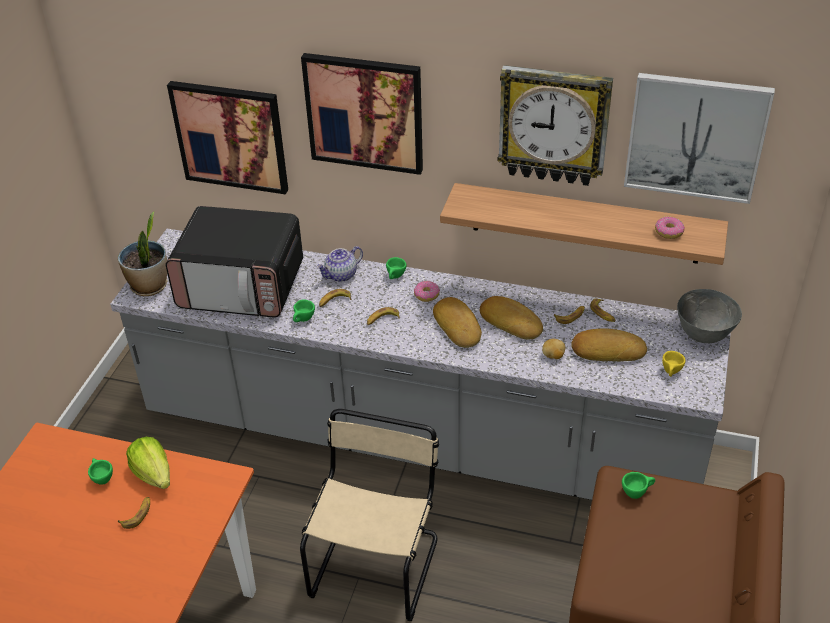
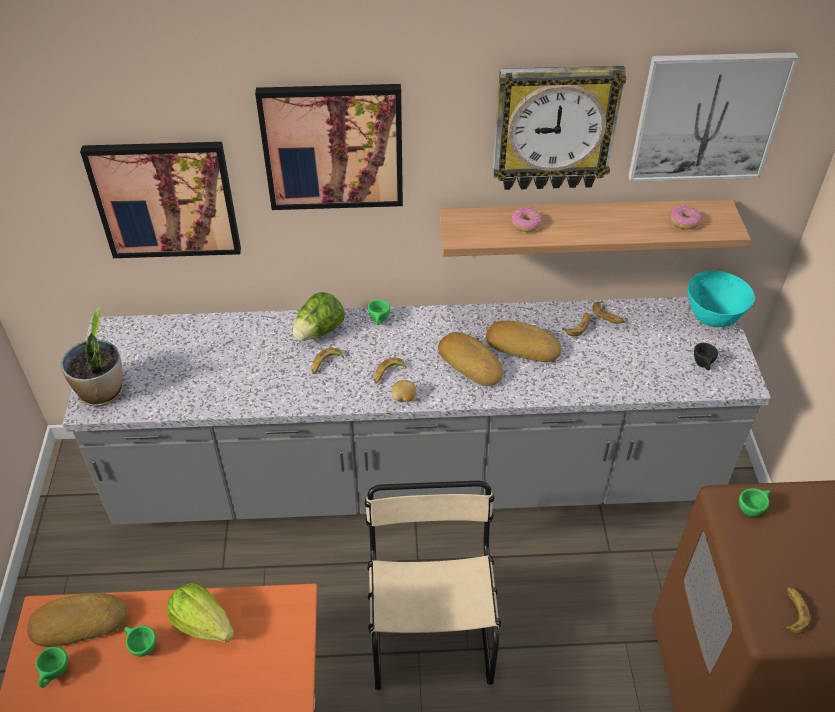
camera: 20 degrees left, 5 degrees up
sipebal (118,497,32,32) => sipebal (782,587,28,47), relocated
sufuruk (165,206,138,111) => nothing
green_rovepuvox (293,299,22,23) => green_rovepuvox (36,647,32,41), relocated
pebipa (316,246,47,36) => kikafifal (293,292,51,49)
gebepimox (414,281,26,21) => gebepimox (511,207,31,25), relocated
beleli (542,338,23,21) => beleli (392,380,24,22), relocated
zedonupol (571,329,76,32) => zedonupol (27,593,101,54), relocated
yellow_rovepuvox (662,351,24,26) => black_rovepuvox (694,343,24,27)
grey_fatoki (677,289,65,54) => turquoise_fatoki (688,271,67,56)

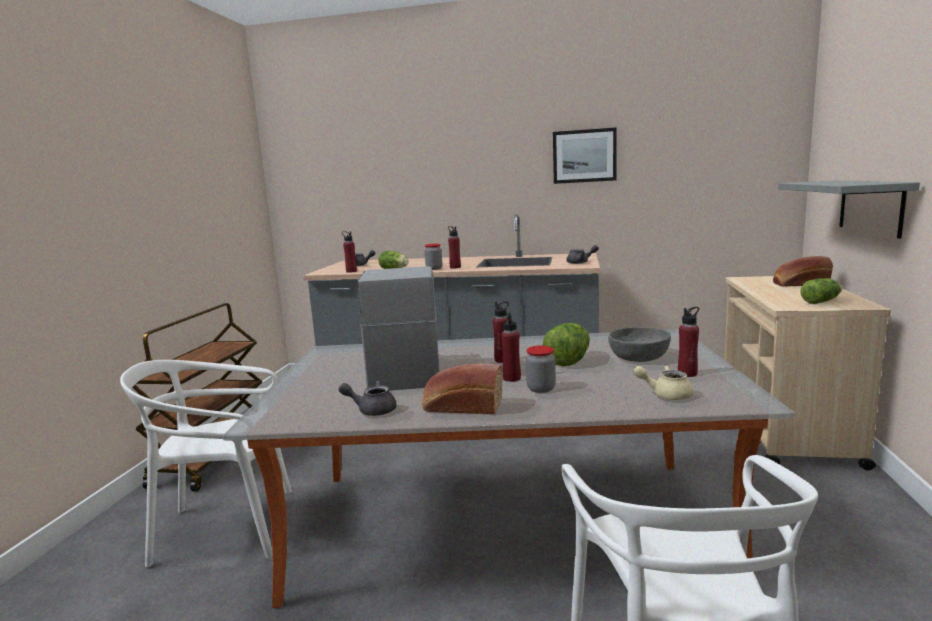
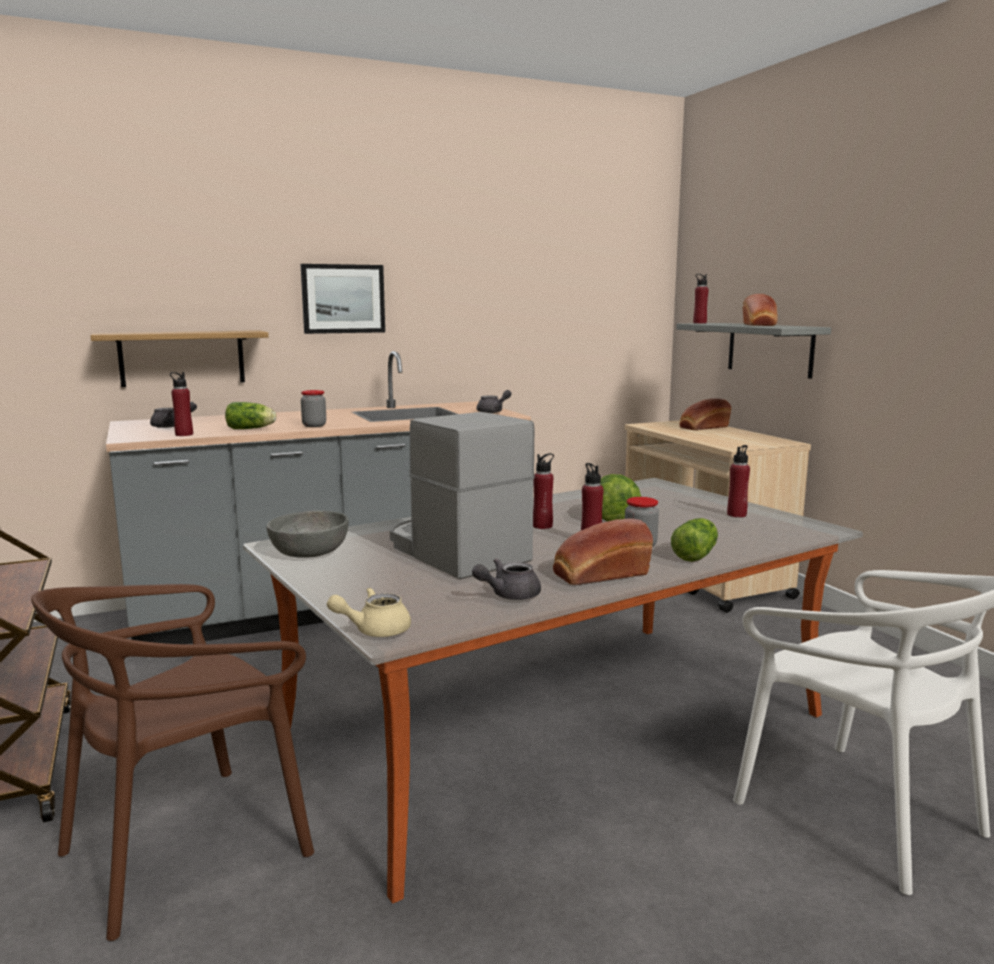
camera: 35 degrees left, 0 degrees up
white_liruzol (120,360,172,207) => brown_liruzol (31,584,283,357)
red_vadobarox (448,226,13,42) => red_vadobarox (693,274,16,50), relocated
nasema (553,127,64,57) => nasema (301,264,84,70), relocated
grey_fatoki (608,327,63,35) => grey_fatoki (266,510,82,48), relocated
beige_pebipa (633,365,60,35) => beige_pebipa (327,588,84,49), relocated
kikafifal (801,278,41,26) => kikafifal (671,518,47,44), relocated
nothing => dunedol (91,330,178,57)
nothing => zedonupol (742,294,36,32)

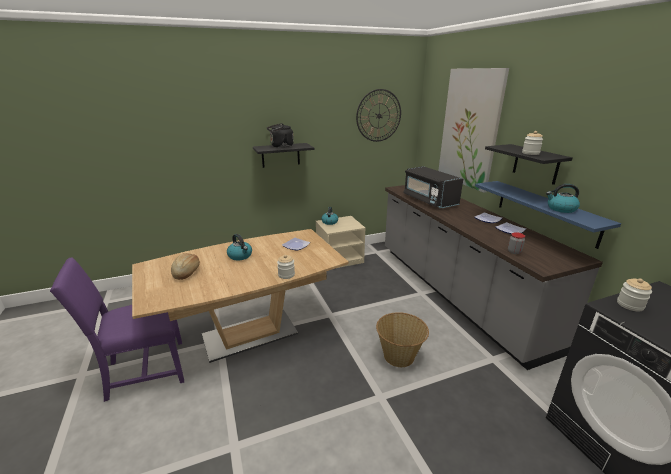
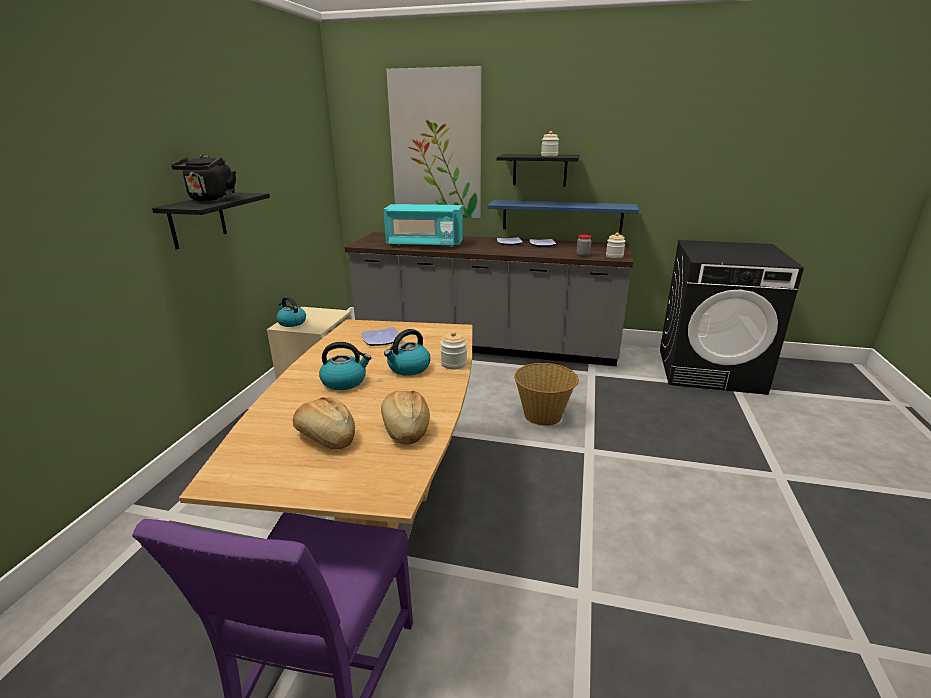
camera: 55 degrees left, 0 degrees up
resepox (356,89,45,53) => nothing
black_sufuruk (403,166,60,42) => turquoise_sufuruk (383,204,80,43)
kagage (546,184,34,29) => kagage (384,329,47,47), relocated
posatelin (617,279,35,32) => posatelin (606,233,19,25), relocated
nothing => zedonupol (381,391,49,54)

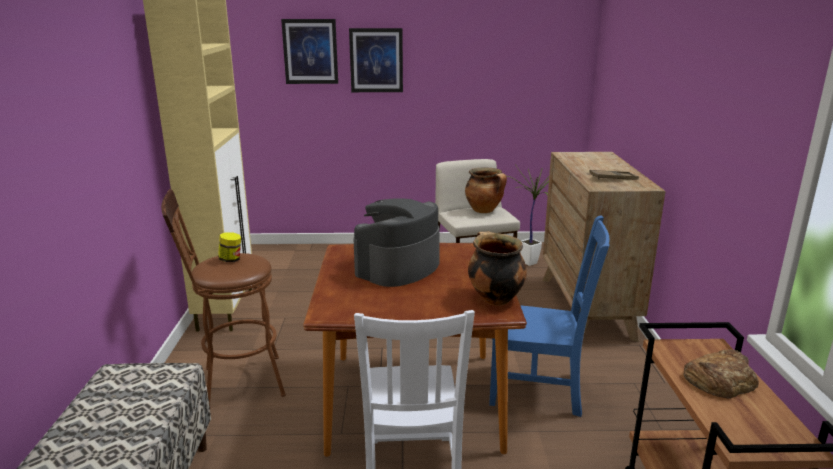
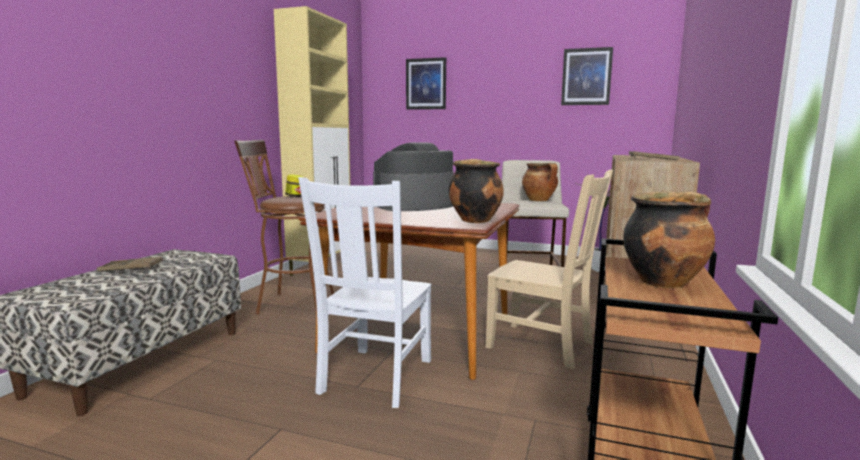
camera: 20 degrees right, 10 degrees down
nasema (349,28,54,64) => nasema (561,47,52,58), relocated
blue_liruzol (489,215,121,202) => beige_liruzol (486,170,127,199)
zedonupol (683,350,76,49) => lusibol (623,192,92,96)
nothing => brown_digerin (97,257,66,14)

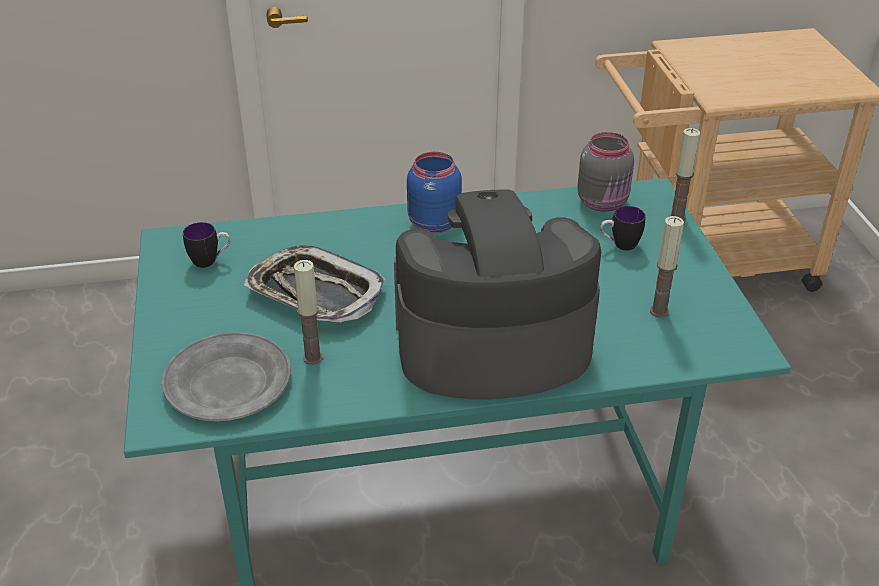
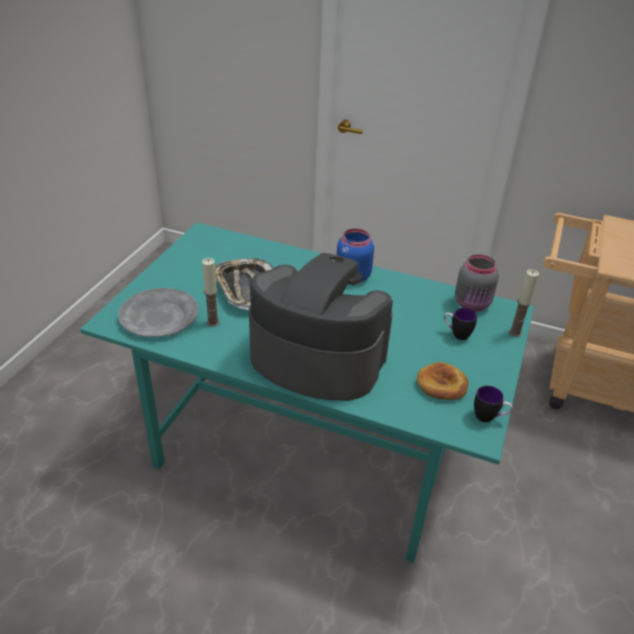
camera: 30 degrees right, 0 degrees up
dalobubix (183,222,48,46) => dalobubix (474,386,39,36), relocated
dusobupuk (650,216,34,102) => zedonupol (417,362,52,38)

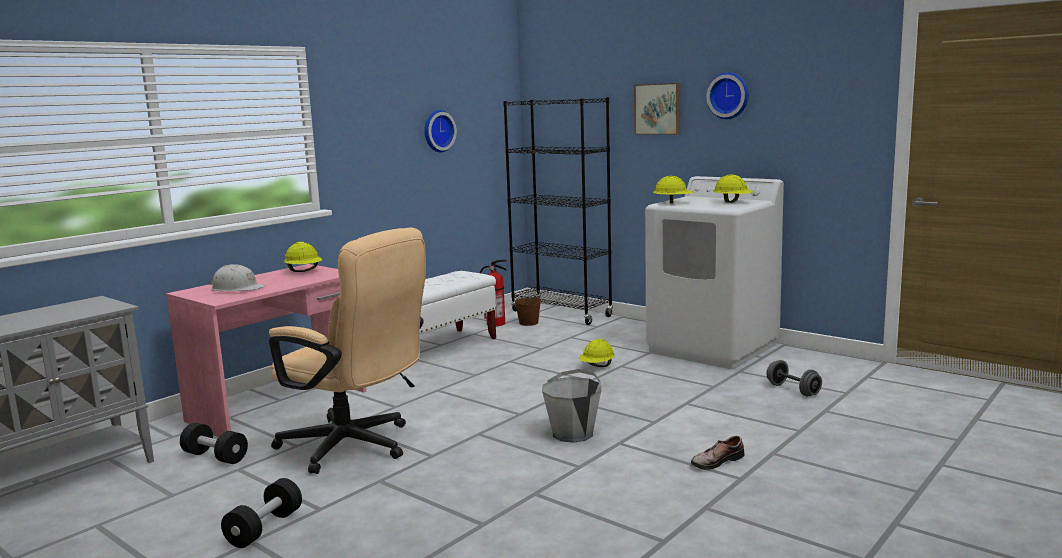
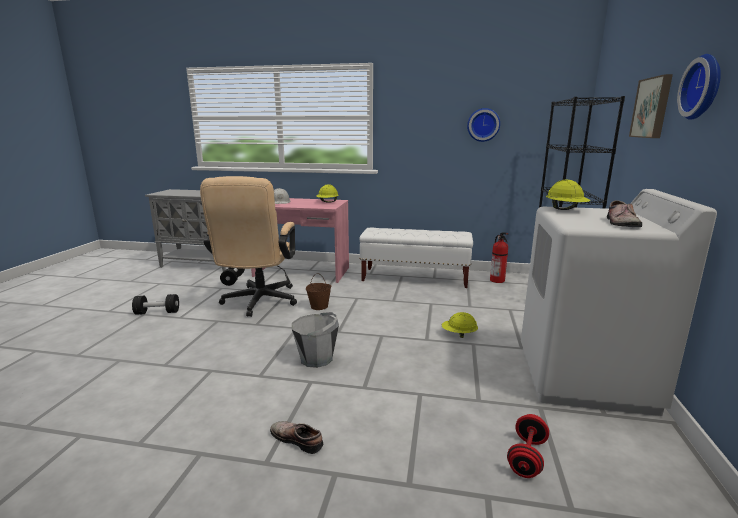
camera: 60 degrees right, 5 degrees up
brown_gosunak (515,285,26,41) => brown_gosunak (306,273,26,37), relocated
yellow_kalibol (713,175,41,28) => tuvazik (607,200,35,27)
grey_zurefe (766,360,56,36) => red_zurefe (507,414,42,64)

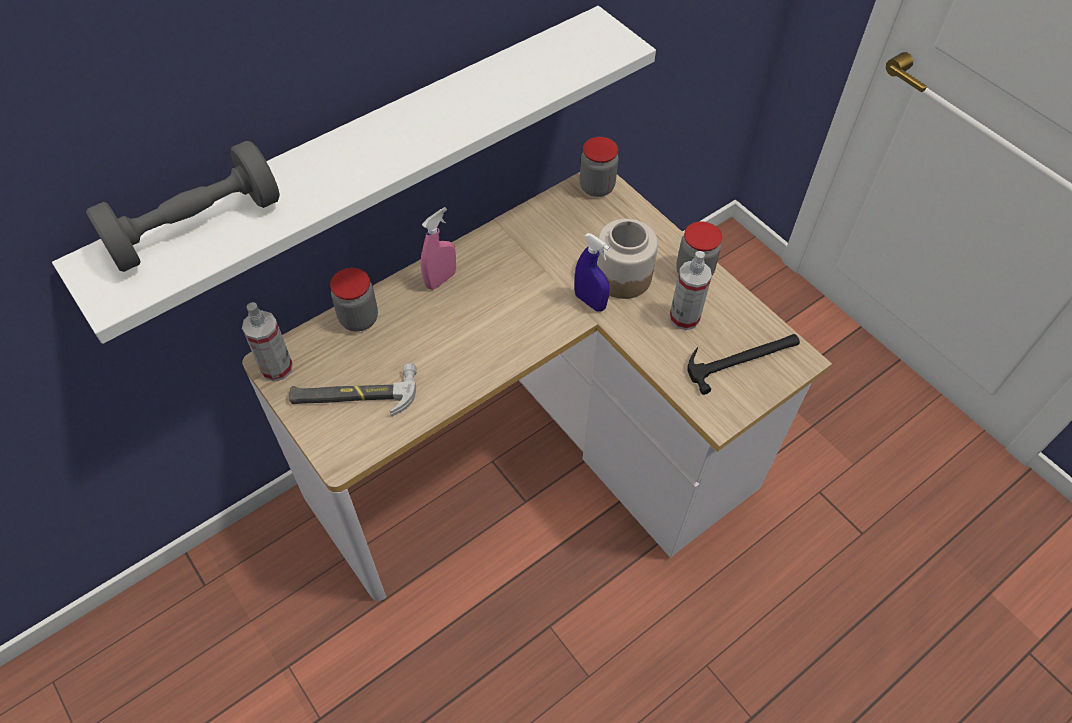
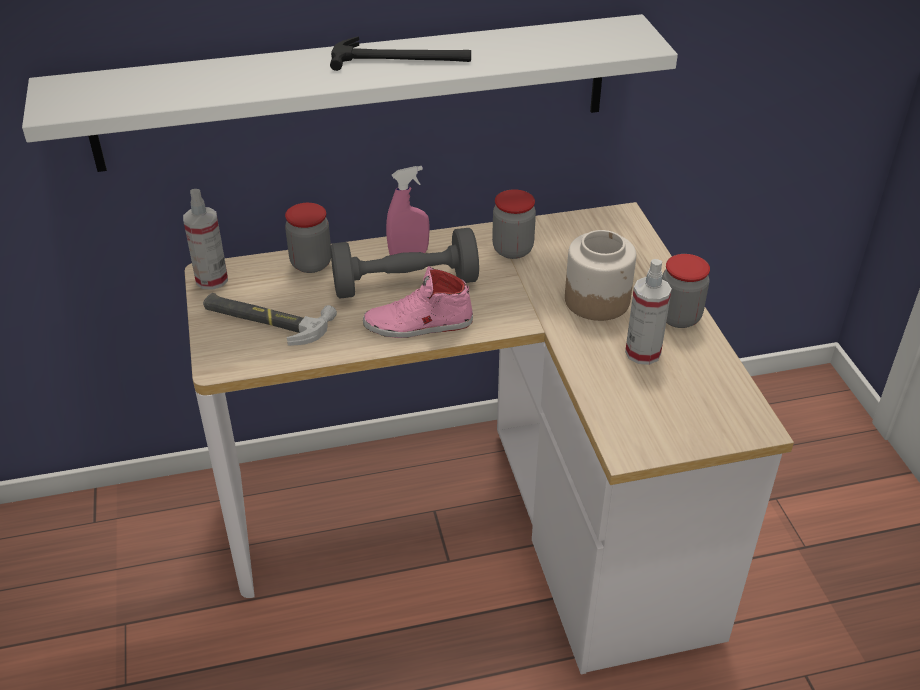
camera: 25 degrees right, 15 degrees down
grey_zurefe (86,141,194,131) => grey_zurefe (330,228,149,71), relocated
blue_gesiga (574,233,36,79) => nothing
posatelin (580,137,39,60) => posatelin (492,189,44,70), relocated
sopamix (687,334,113,61) => sopamix (330,36,141,35), relocated
nothing => pink_tuvazik (363,266,110,72)

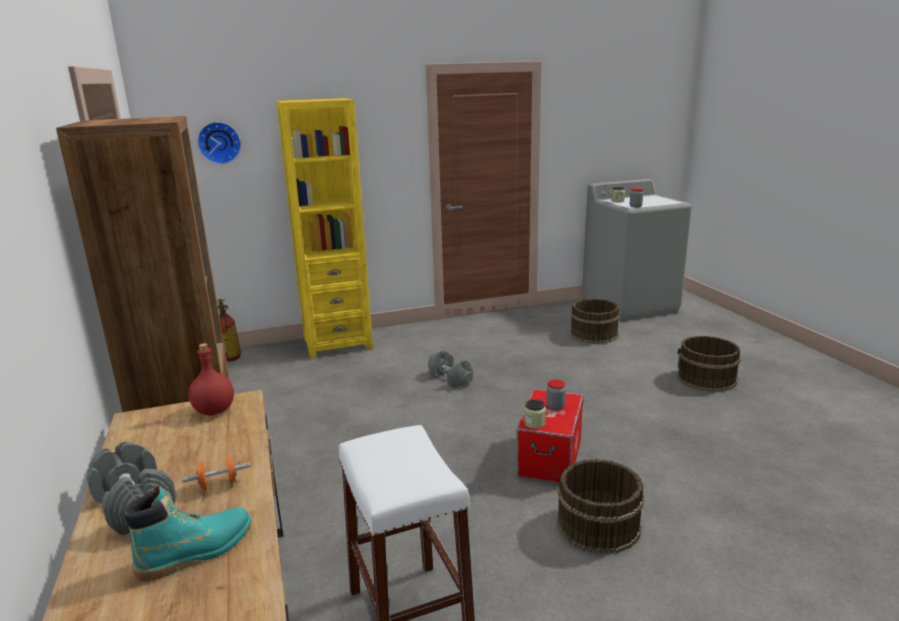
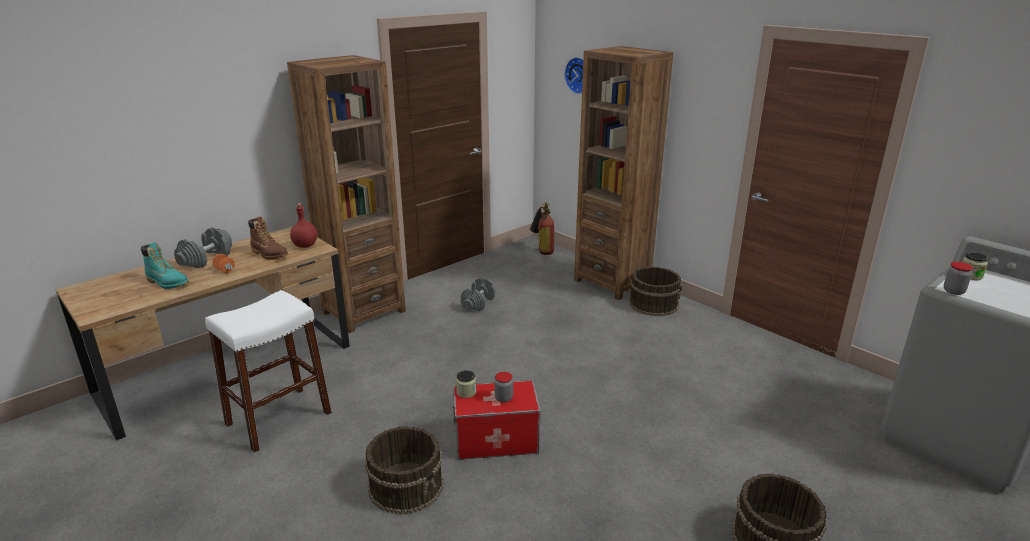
camera: 65 degrees right, 5 degrees up
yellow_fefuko (276,98,97,261) => brown_fefuko (574,46,99,254)
grey_zurefe (428,351,45,37) => grey_zurefe (461,277,34,34), relocated
brown_gosunak (570,298,50,46) => brown_gosunak (629,267,53,49), relocated
nothing => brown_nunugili (248,217,40,43)

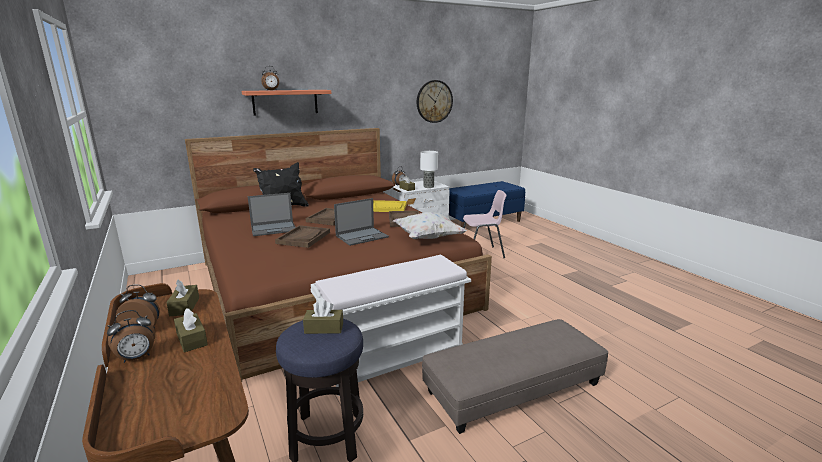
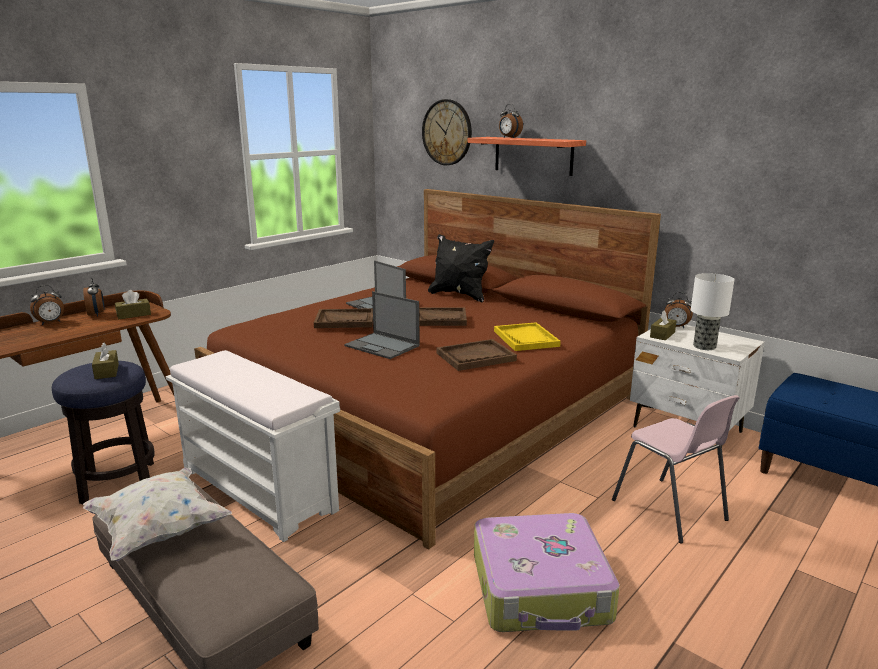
camera: 70 degrees right, 0 degrees up
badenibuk (107,310,48,53) => badenibuk (30,285,34,40), 75 degrees counterclockwise
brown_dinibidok (174,308,34,45) => nothing
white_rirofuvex (393,212,74,27) => white_rirofuvex (83,467,149,94), relocated
resepox (417,80,36,43) => resepox (422,99,50,66), relocated
nothing => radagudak (474,513,146,119)

